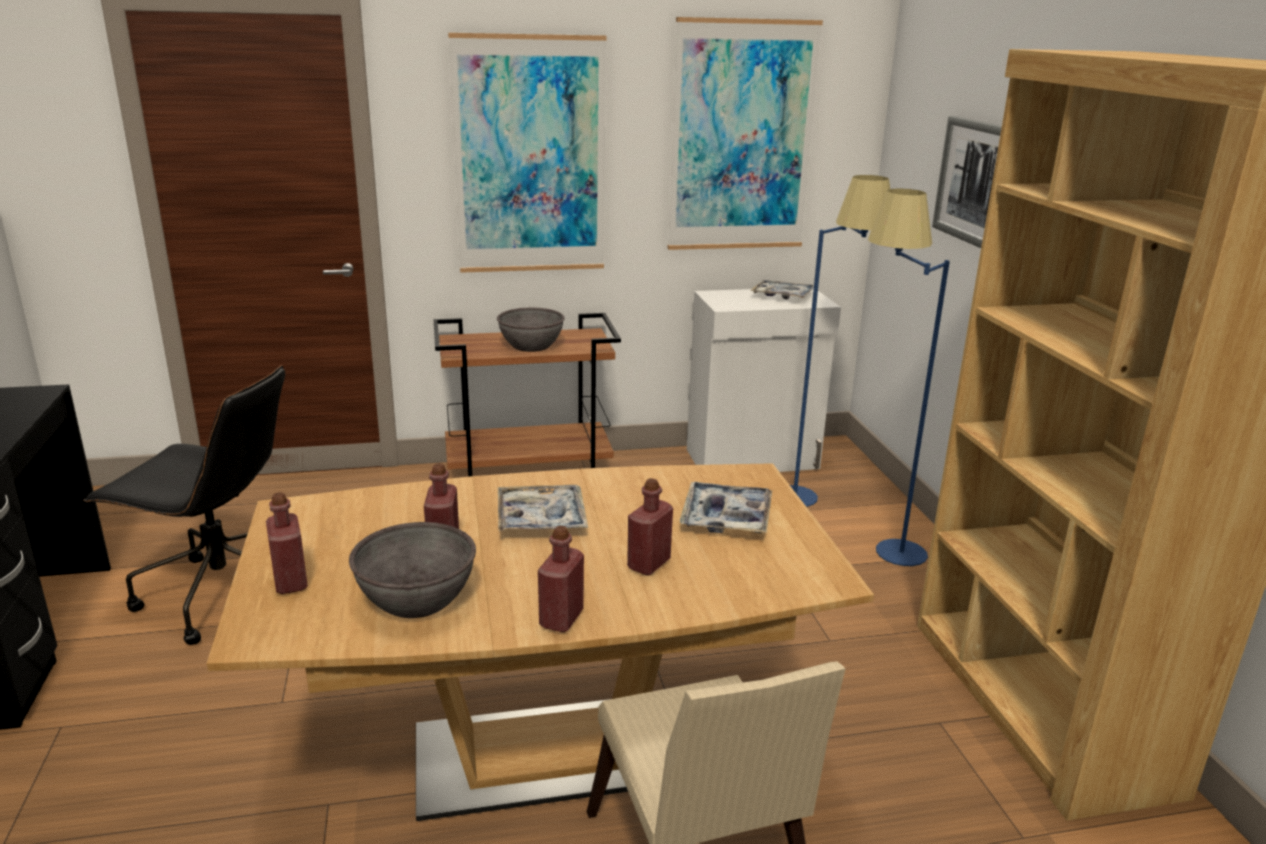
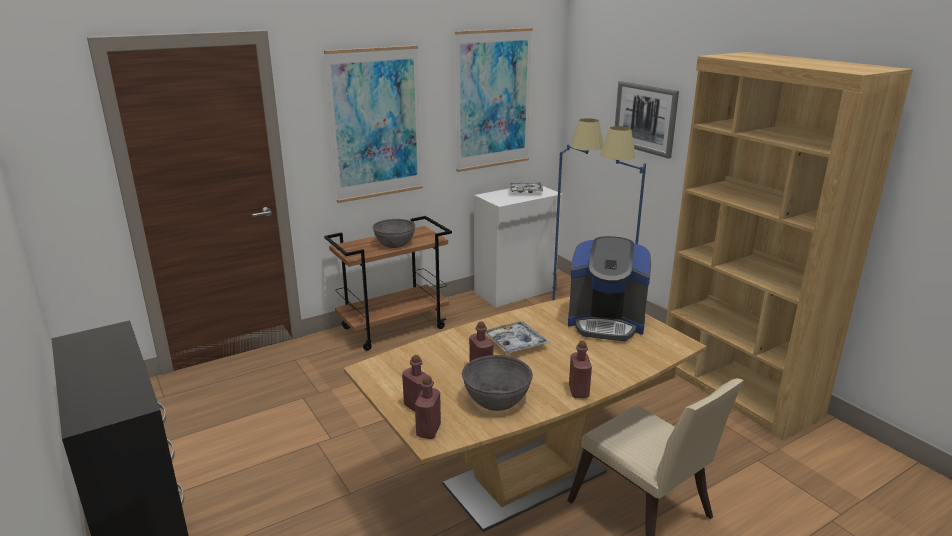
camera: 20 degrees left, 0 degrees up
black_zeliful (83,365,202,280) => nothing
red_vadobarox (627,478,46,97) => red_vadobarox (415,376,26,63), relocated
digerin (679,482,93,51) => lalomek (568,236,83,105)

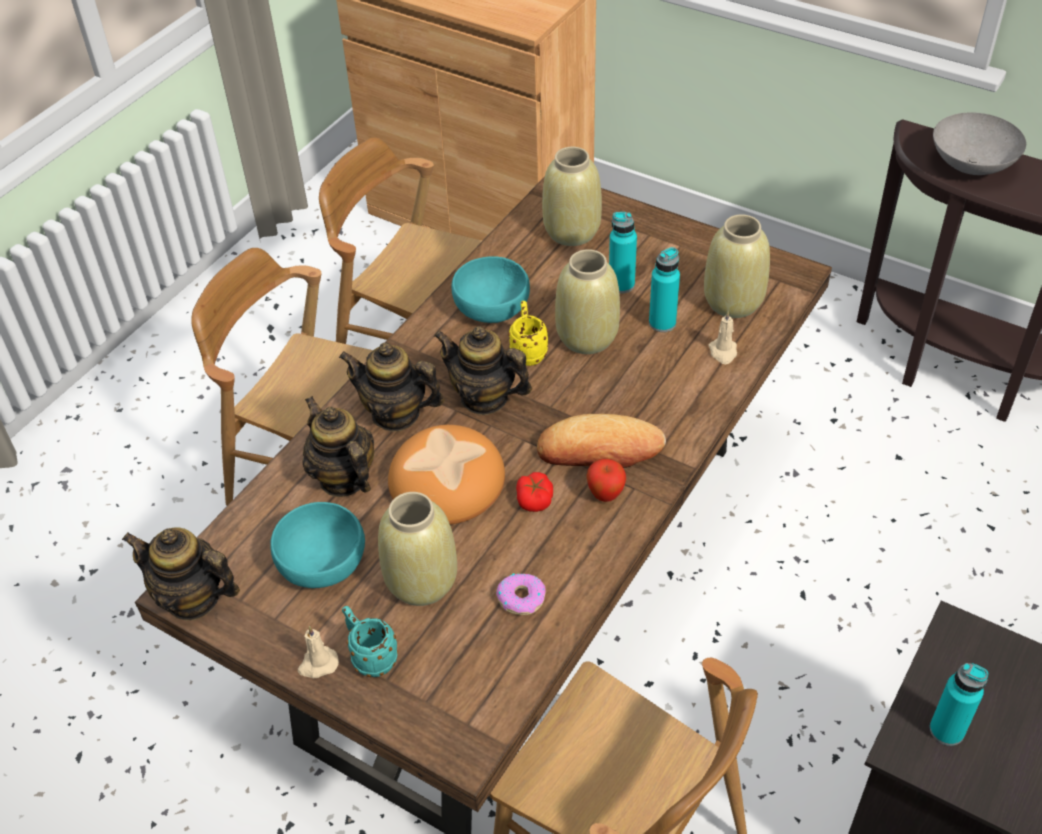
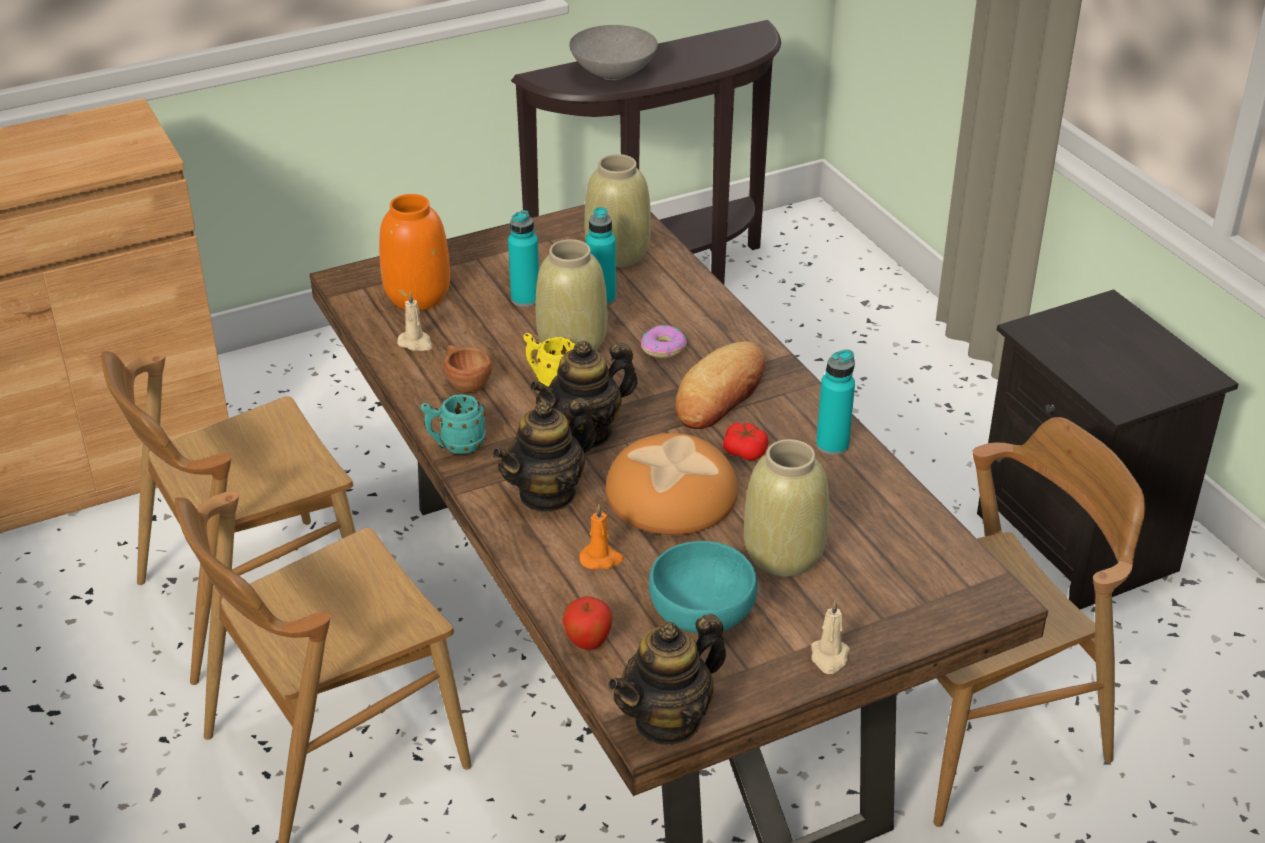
camera: 60 degrees left, 10 degrees down
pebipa (302,396,72,101) => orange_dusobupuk (579,505,45,64)
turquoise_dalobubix (342,606,56,71) => turquoise_dalobubix (421,394,65,60), relocated
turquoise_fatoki (452,256,78,67) => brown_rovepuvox (443,345,49,47)
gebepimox (496,573,50,42) => gebepimox (641,325,46,33), relocated
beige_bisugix (542,147,60,99) => orange_bisugix (379,194,71,116)
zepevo (586,459,40,43) => zepevo (563,596,50,54), relocated
beige_dusobupuk (708,311,29,53) => beige_dusobupuk (397,292,36,59), relocated
turquoise_vadobarox (930,663,58,83) => turquoise_vadobarox (816,349,39,106), relocated

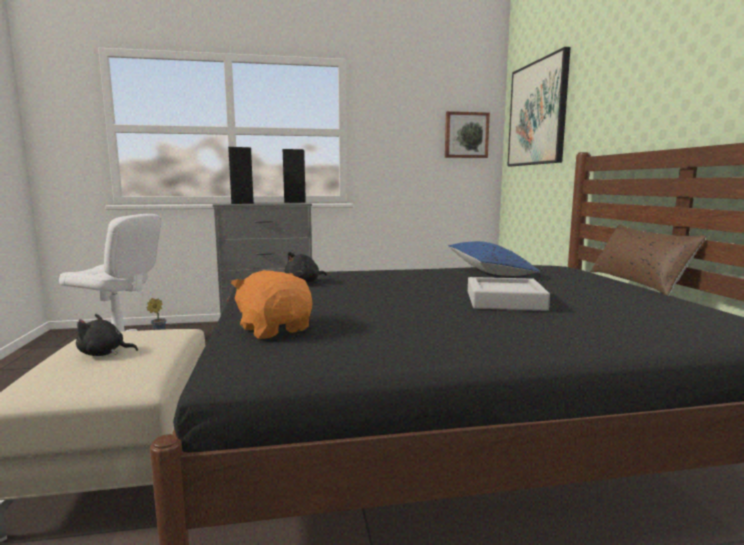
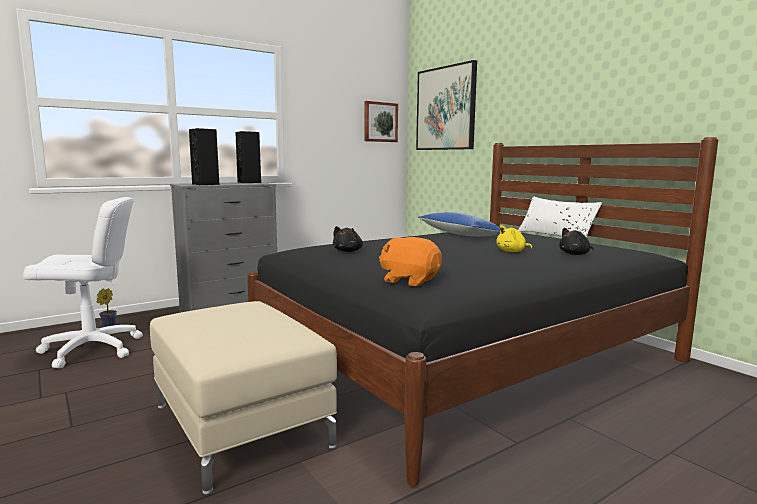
camera: 25 degrees left, 0 degrees up
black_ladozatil (76,314,62,42) => black_ladozatil (559,228,35,27), relocated
grey_digerin (468,277,82,34) => yellow_ladozatil (496,225,36,27)
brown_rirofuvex (590,225,117,71) => white_rirofuvex (518,196,84,42)

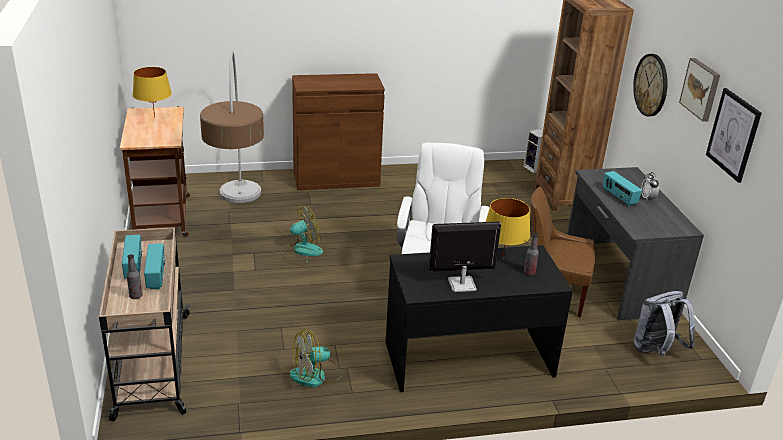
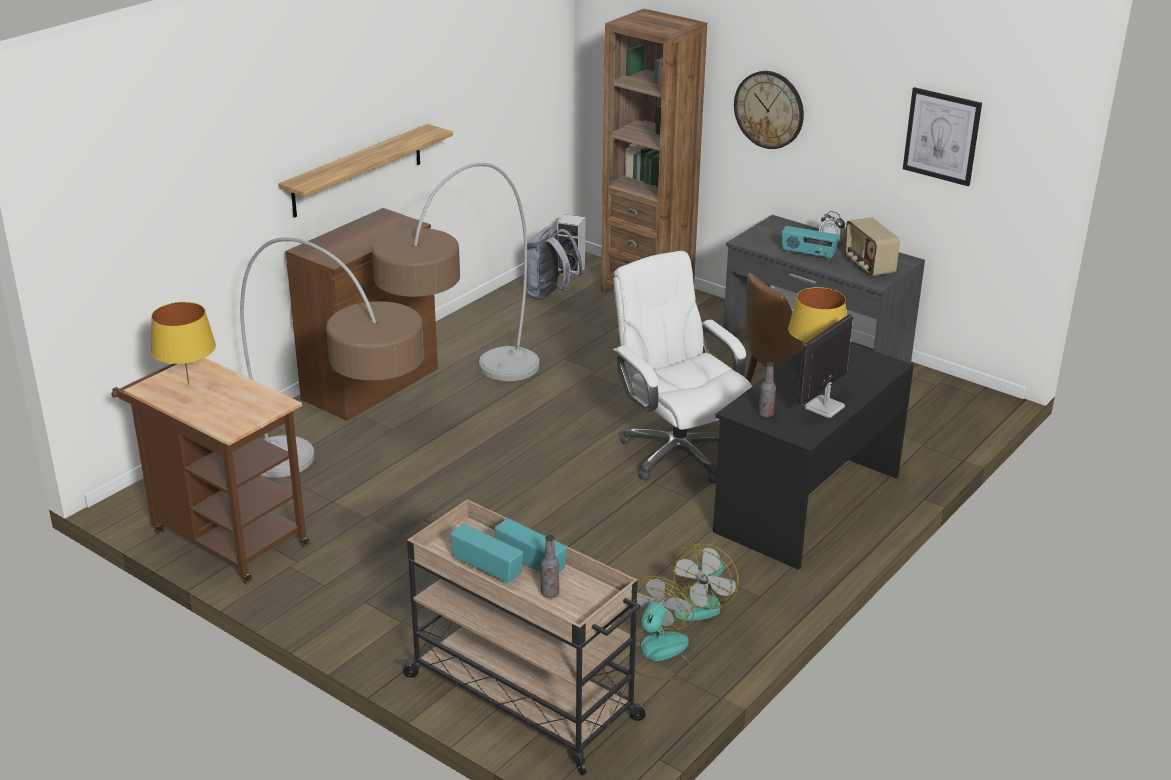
camera: 40 degrees left, 0 degrees up
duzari (280,205,43,61) => duzari (629,576,67,104), relocated
vadobarox (524,233,15,42) => vadobarox (759,362,17,56), relocated
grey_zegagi (634,291,61,66) => grey_zegagi (526,225,58,75), relocated
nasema (679,58,41,64) => nothing
nothing => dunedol (278,124,175,94)
nothing => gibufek (372,163,167,218)
nothing => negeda (844,217,56,60)

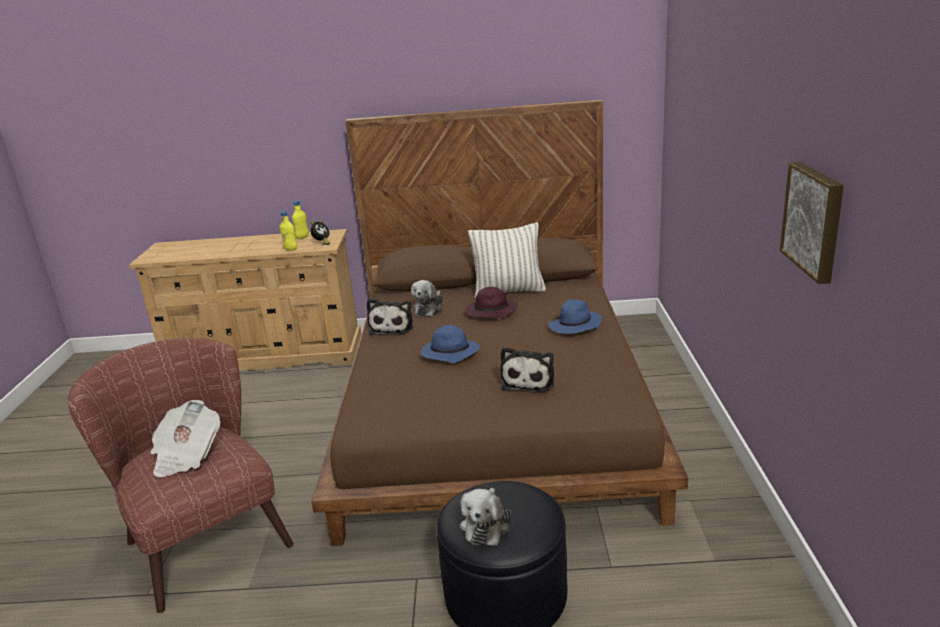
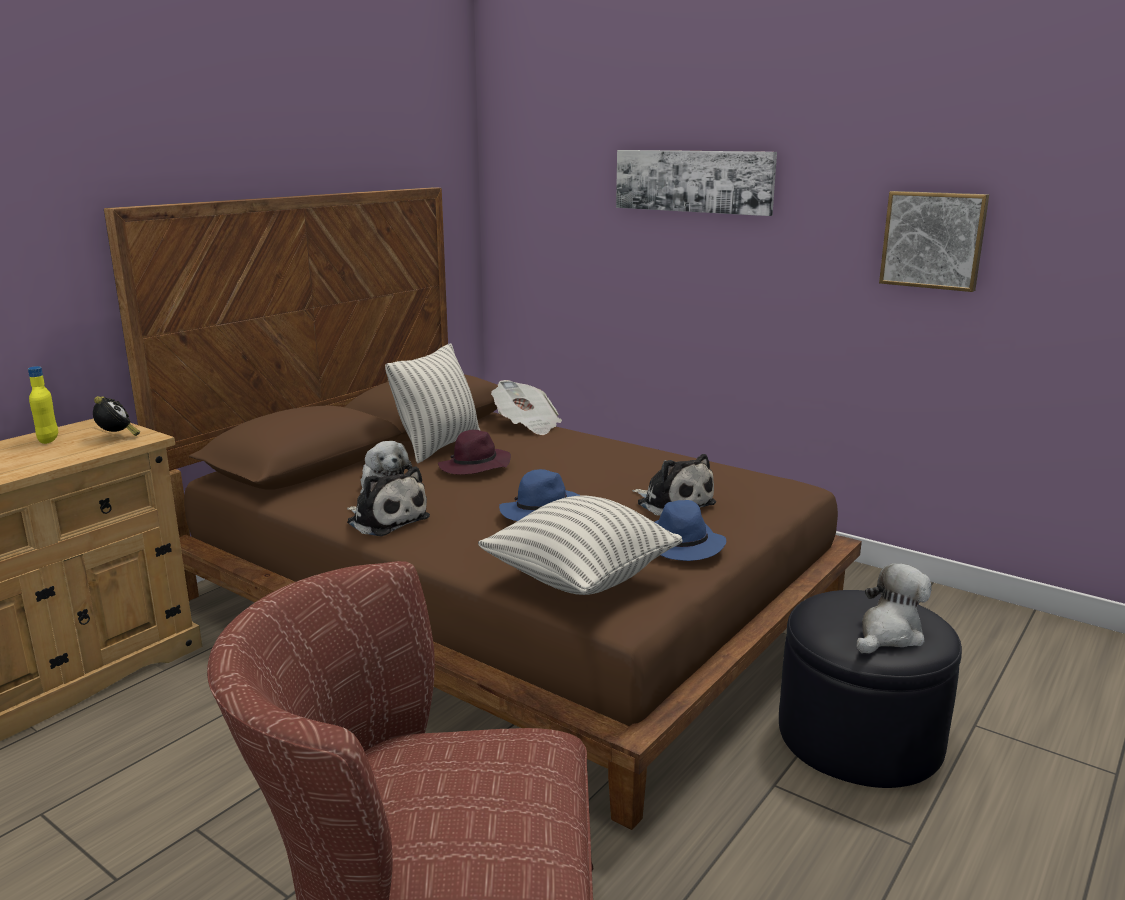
camera: 55 degrees left, 5 degrees down
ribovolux (150,400,70,77) => ribovolux (491,380,71,55), relocated
yellow_vadobarox (279,211,18,40) => nothing
ladozatil (460,488,51,58) => ladozatil (856,563,75,91), 90 degrees counterclockwise
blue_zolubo (548,299,54,35) => blue_zolubo (655,500,71,61), relocated
nothing => rirofuvex (478,496,204,99)
nothing => nasema (616,150,161,66)

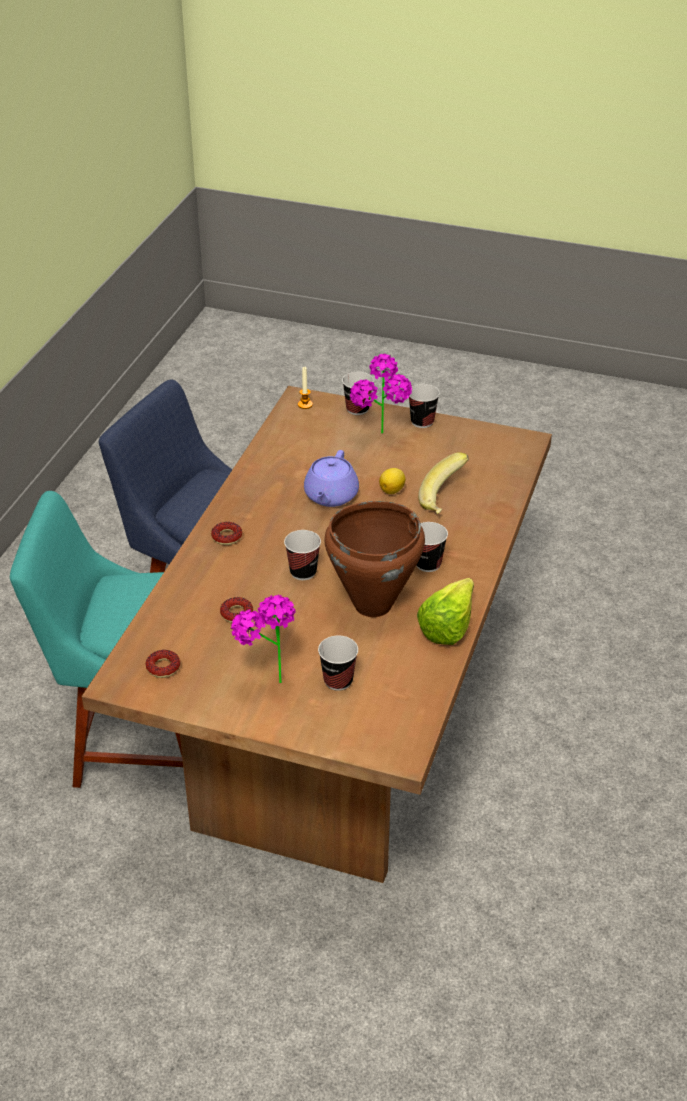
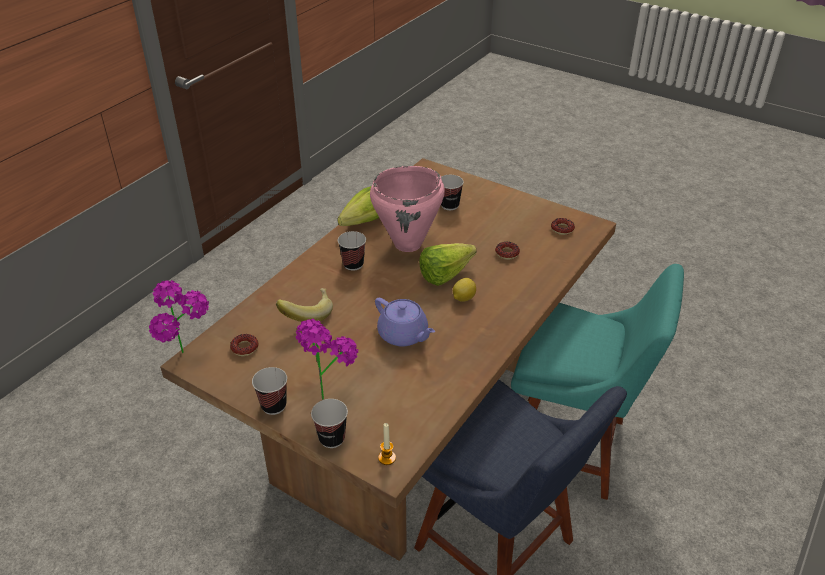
camera: 165 degrees left, 0 degrees up
gebepimox (211,522,31,23) => gebepimox (230,334,29,22), relocated
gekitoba (231,595,65,88) => gekitoba (149,280,60,74), relocated
rovepuvox (284,530,37,50) => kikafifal (419,243,57,43)
purple_pebipa (304,450,55,57) => purple_pebipa (375,298,60,49), 105 degrees clockwise
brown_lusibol (324,501,101,116) => pink_lusibol (370,166,75,86)
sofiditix (379,468,26,26) => sofiditix (453,278,23,24), relocated

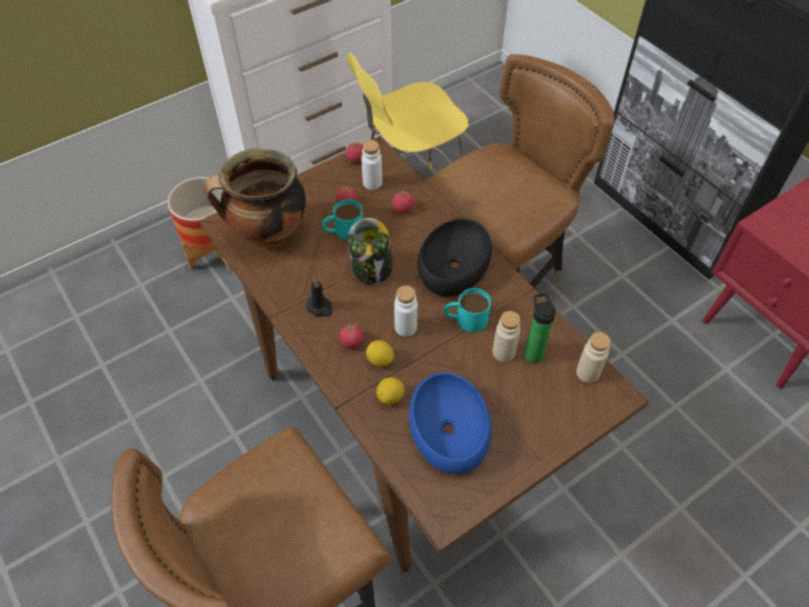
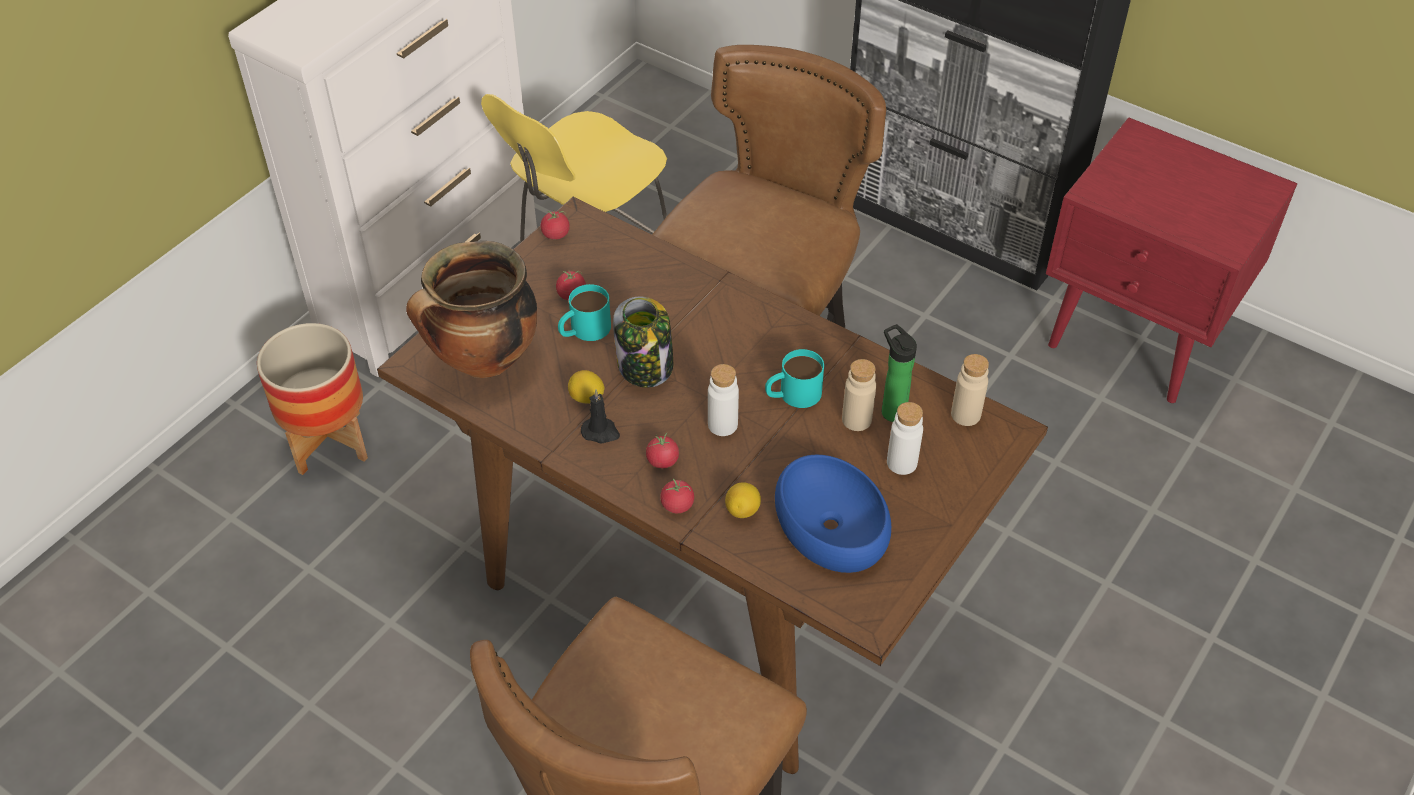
camera: 20 degrees left, 5 degrees down
white_vadobarox (361,140,21,50) => white_vadobarox (887,402,36,73), relocated
sofiditix (366,340,28,27) => sofiditix (568,370,37,34), relocated
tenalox (392,190,22,23) => tenalox (660,479,34,34), relocated
black_fatoki (418,218,74,78) => nothing

